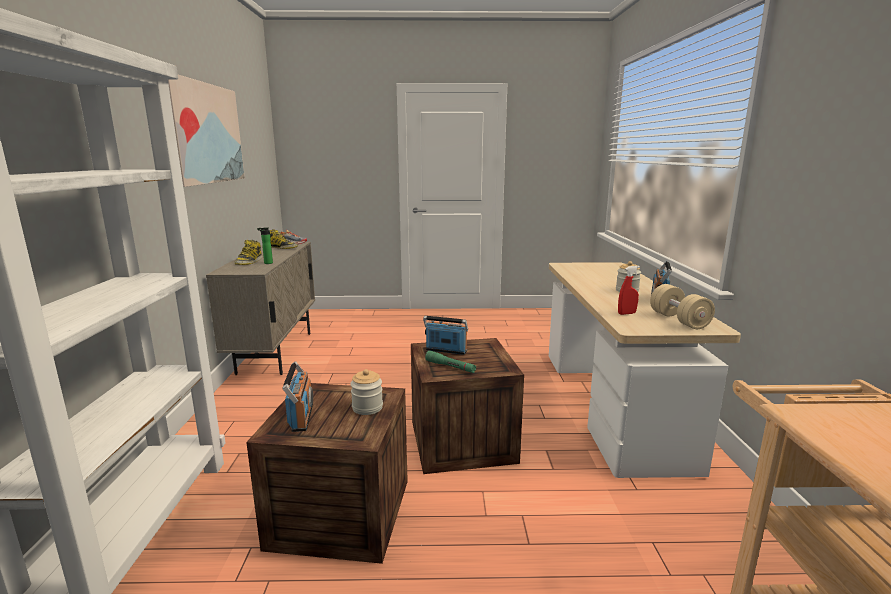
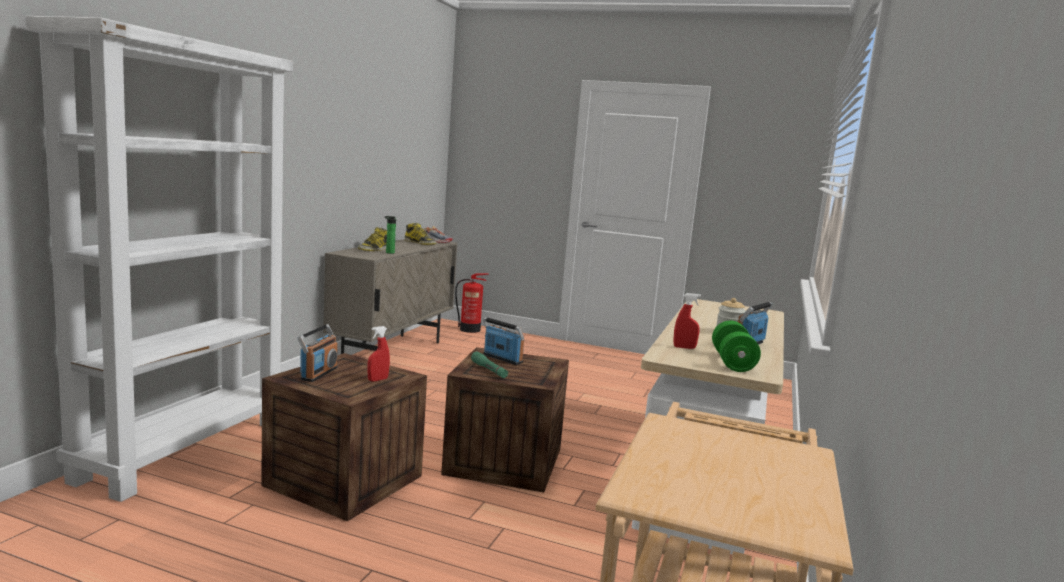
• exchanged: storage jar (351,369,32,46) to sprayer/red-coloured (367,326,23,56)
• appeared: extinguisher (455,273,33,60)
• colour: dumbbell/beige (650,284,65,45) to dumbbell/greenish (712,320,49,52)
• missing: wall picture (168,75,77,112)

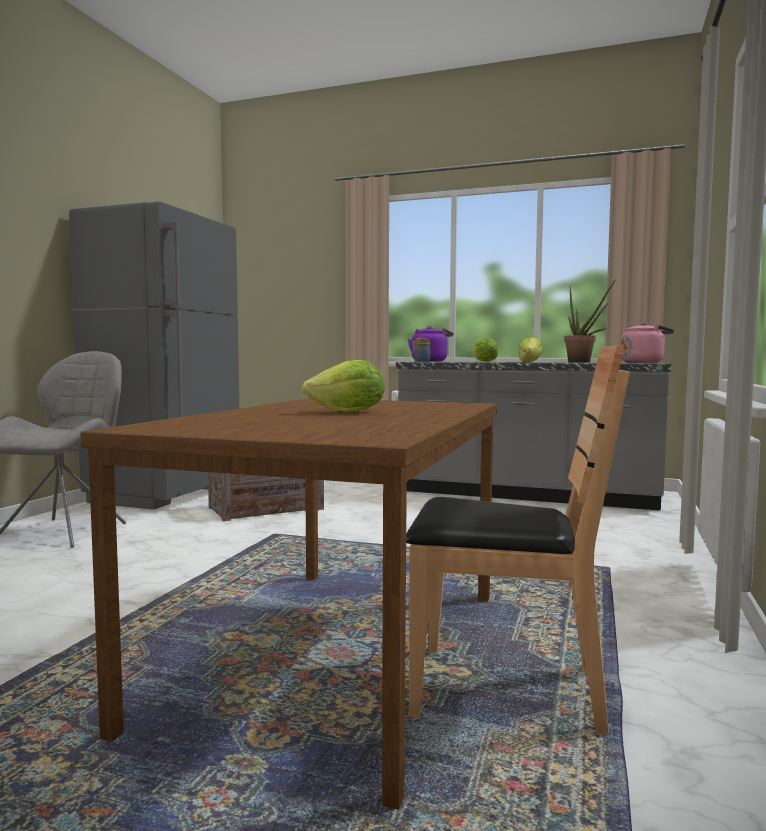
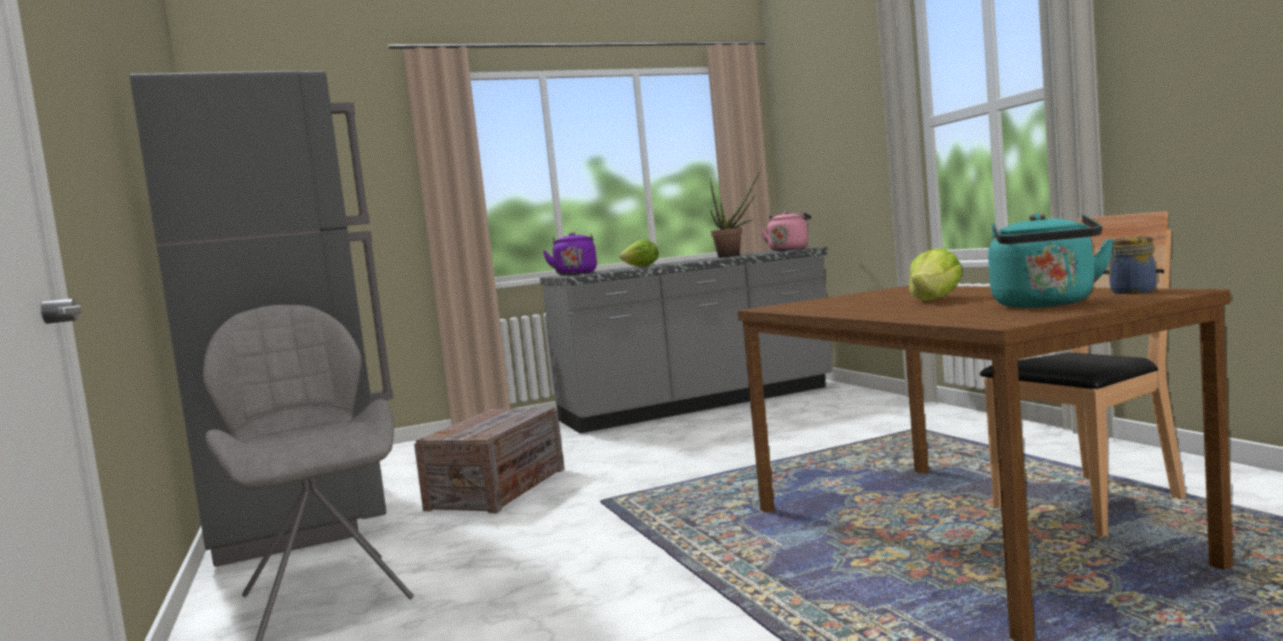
• appeared: water kettle/turquoise (988,213,126,95)
• relocated: storage jar (413,339,18,23) to (1106,236,50,58)
• missing: lettuce head (518,337,25,25)

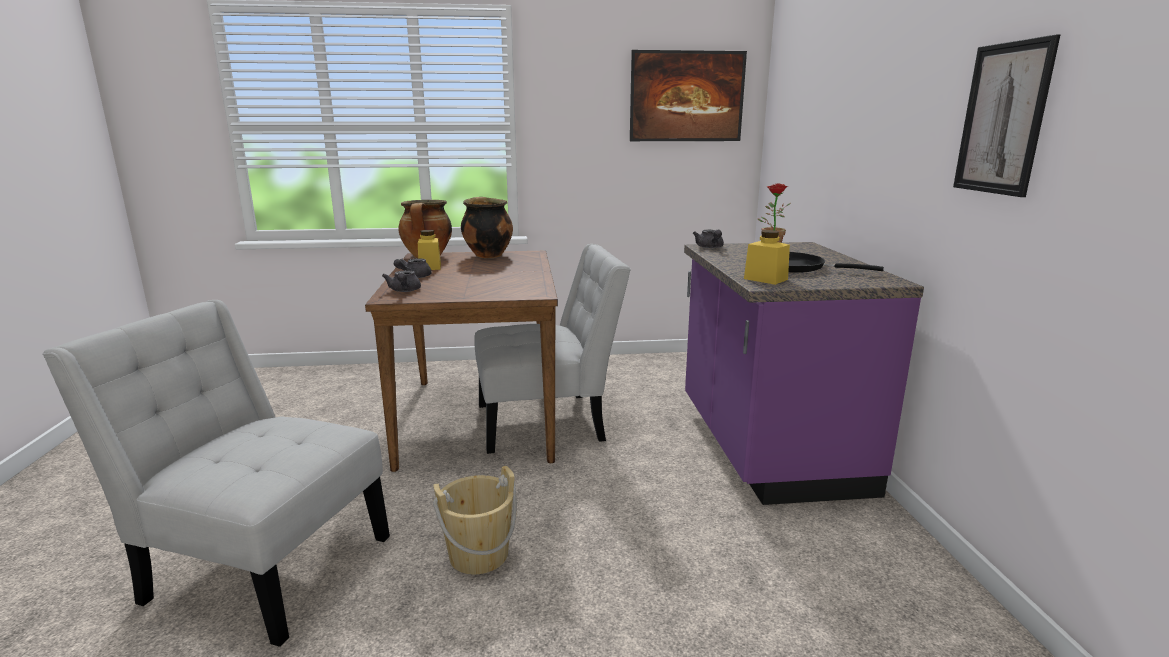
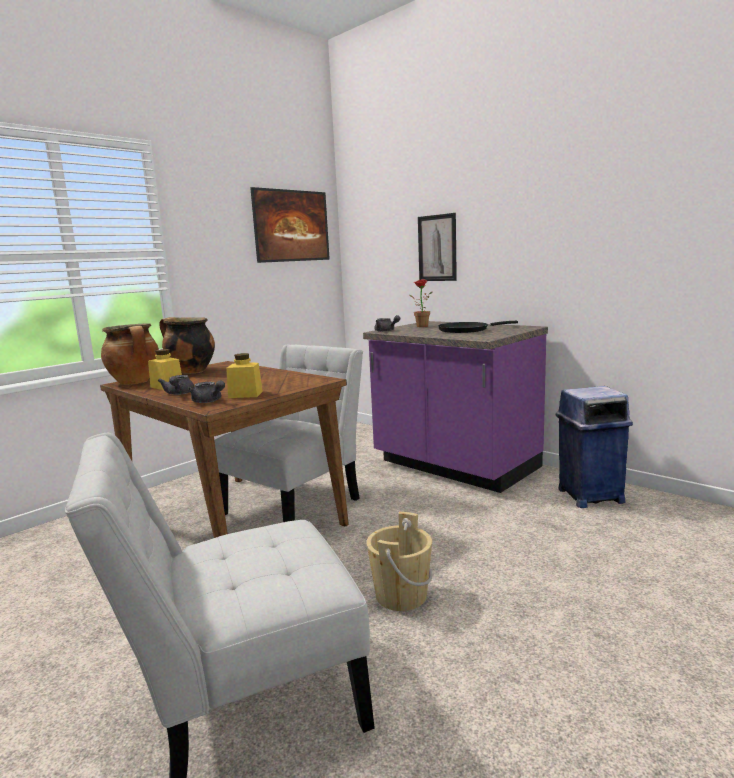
• relocated: storage jar/yellow (744,230,46,55) to (226,353,37,45)
• relocated: wall picture (953,34,107,163) to (418,213,39,68)
• appeared: waste bin/blue-coloured (556,386,77,122)

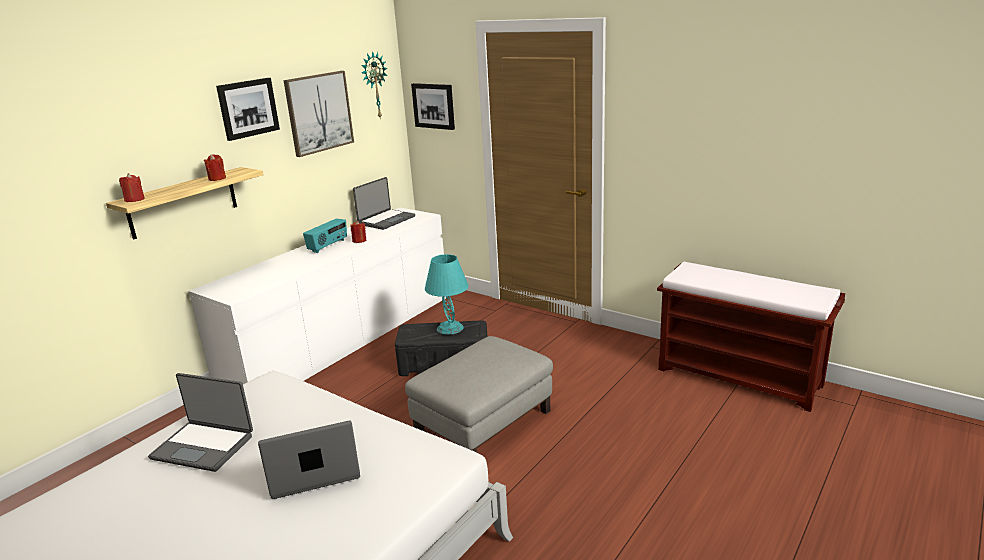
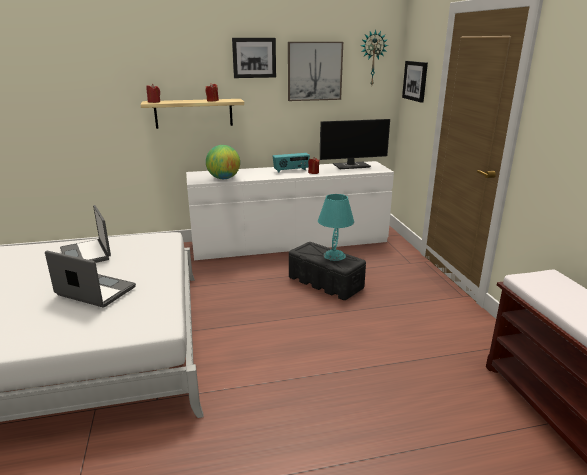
• appeared: world globe (206,145,34,34)
• exchanged: laptop (353,177,62,53) to monitor (320,119,70,50)
• missing: pouffe/greyish (405,336,148,117)

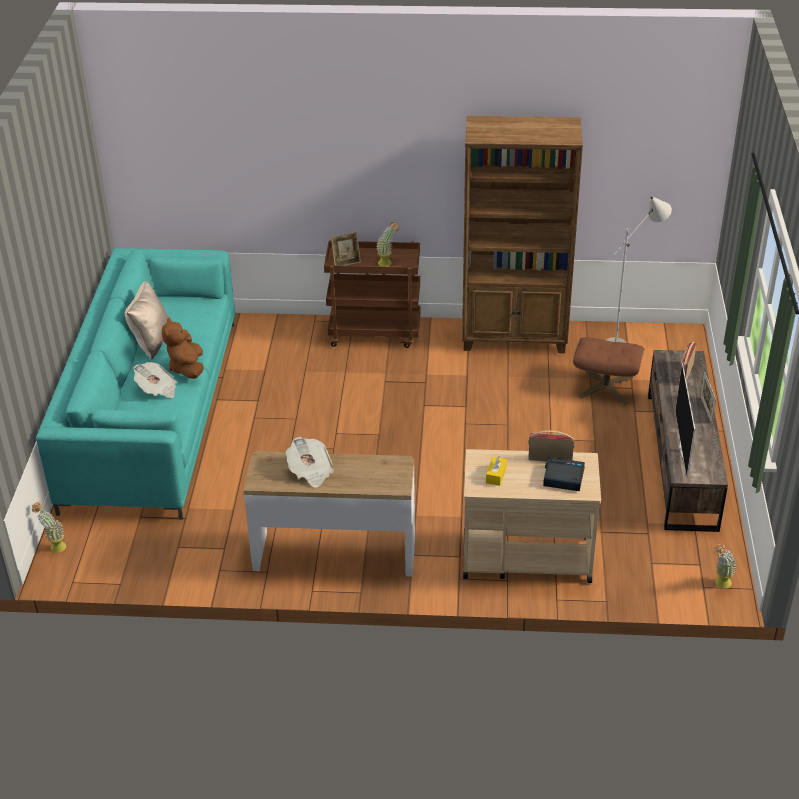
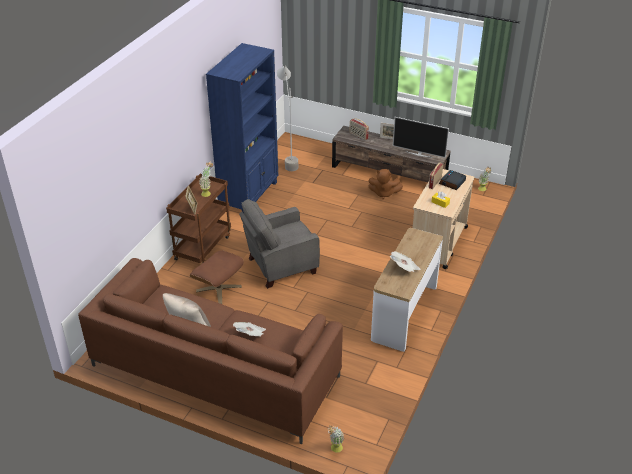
• colour: sofa/turquoise (36,248,200,272) to sofa/brown-coloured (78,258,265,186)
• relocated: pouffe/brown-coloured (573,337,72,68) to (190,250,54,54)
• colour: bookshelf/brown-coloured (462,116,121,237) to bookshelf/blue-coloured (206,43,72,170)
• appeared: easy chair/greyish (239,199,81,90)
• relocated: soft toy/brown-coloured (162,318,42,61) to (368,169,35,30)

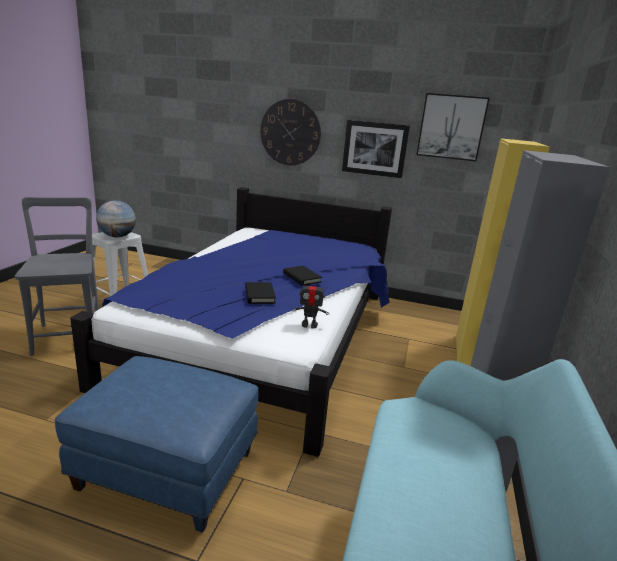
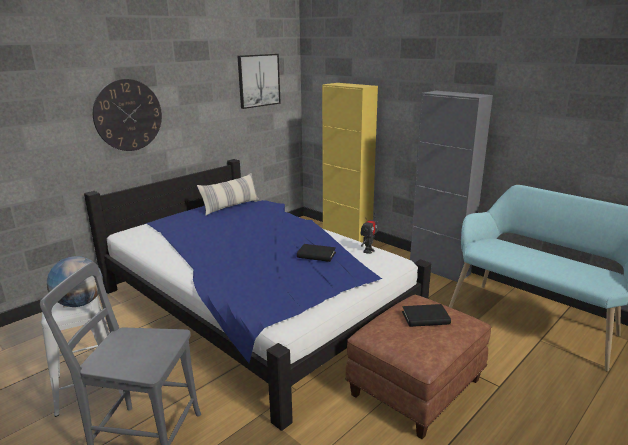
• appeared: throw pillow (197,173,62,43)
• colour: pouffe/blue-coloured (55,356,203,177) to pouffe/brown-coloured (345,295,146,144)
• relocated: volume/black-coloured (283,266,39,20) to (402,304,49,23)
• missing: wall picture (342,120,68,58)

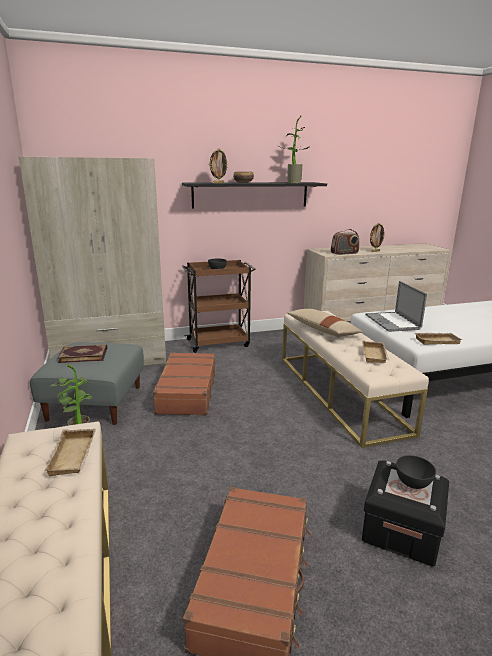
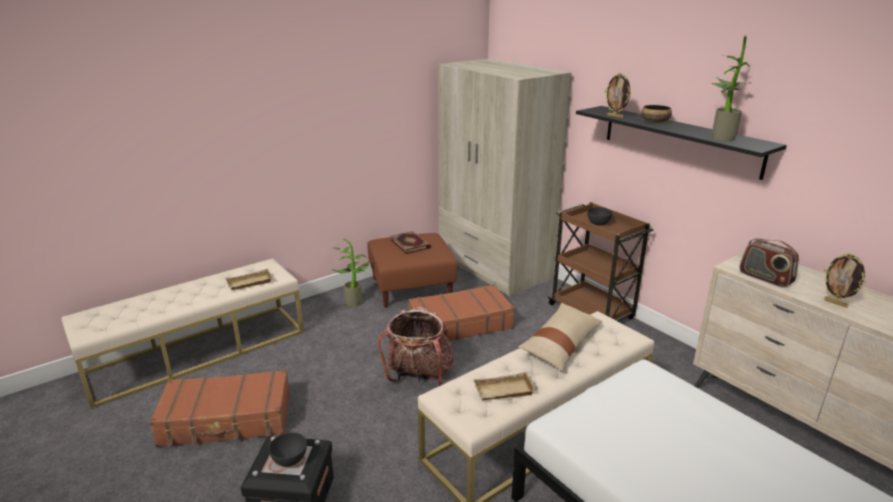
• colour: pouffe/greyish (30,342,114,83) to pouffe/brown-coloured (367,233,90,75)
• appeared: backpack (378,306,75,80)
• missing: laptop (365,281,62,51)
• missing: carrying tray/beige (414,333,48,12)

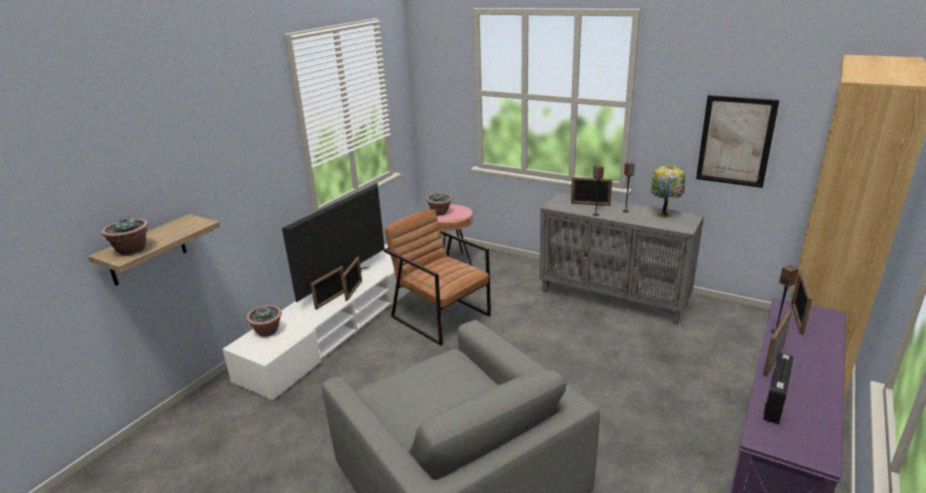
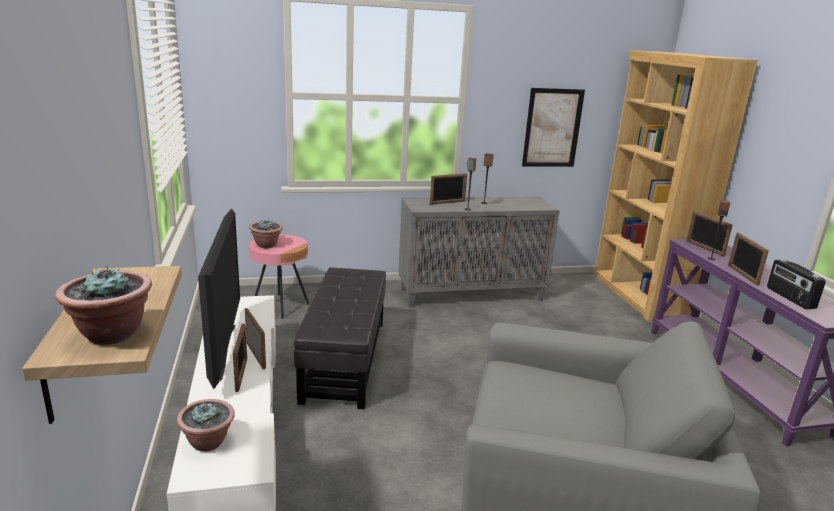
• exchanged: easy chair/brown-coloured (384,209,107,136) to pouffe/black-coloured (294,268,92,141)
• missing: table lamp (651,165,34,53)

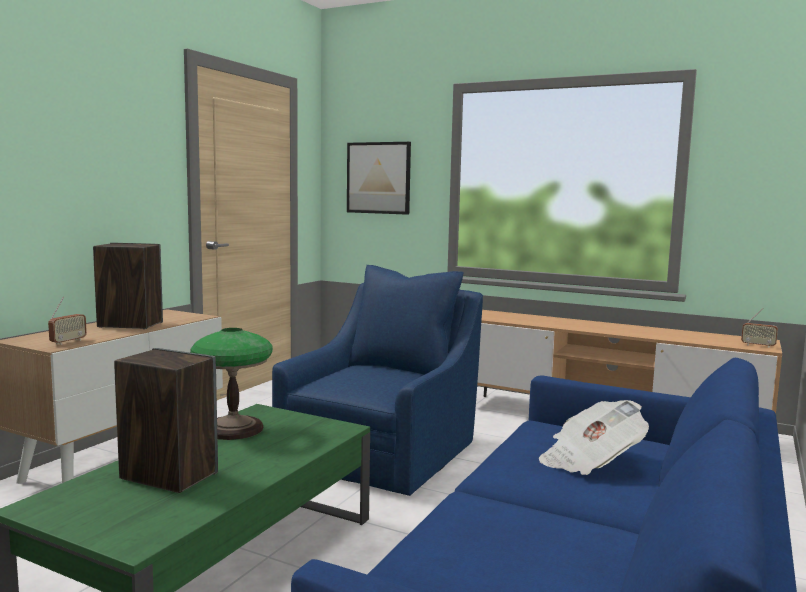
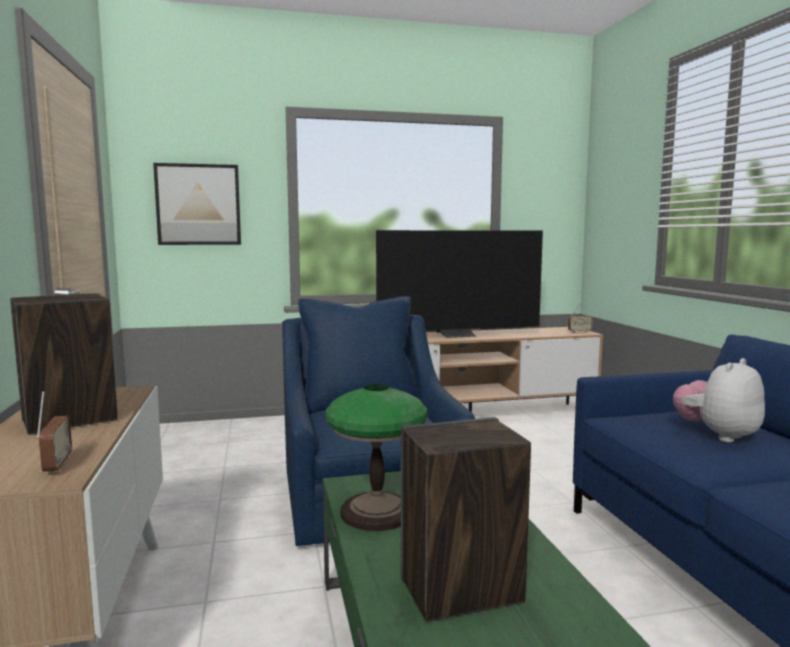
• appeared: television (376,230,167,108)
• exchanged: printed paper (539,400,110,75) to soft toy (673,358,92,85)

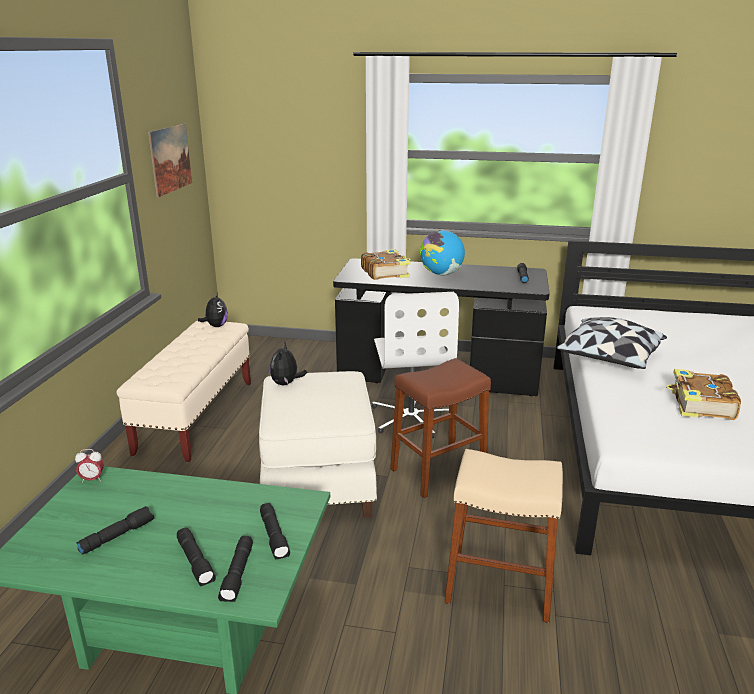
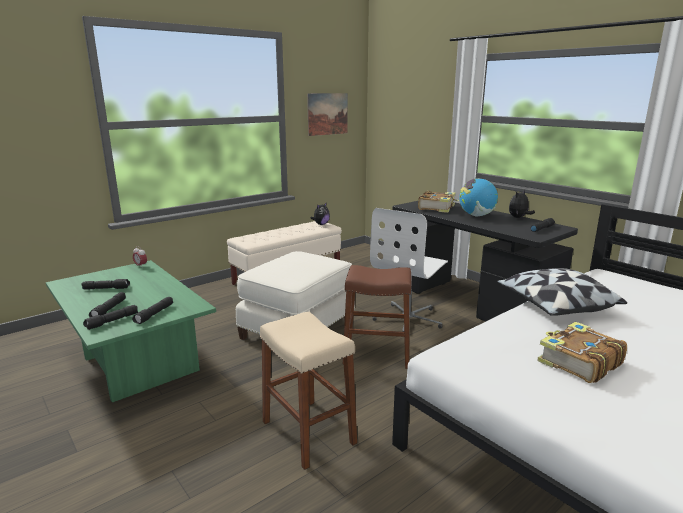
• relocated: soft toy (270,343,37,42) to (509,189,26,29)

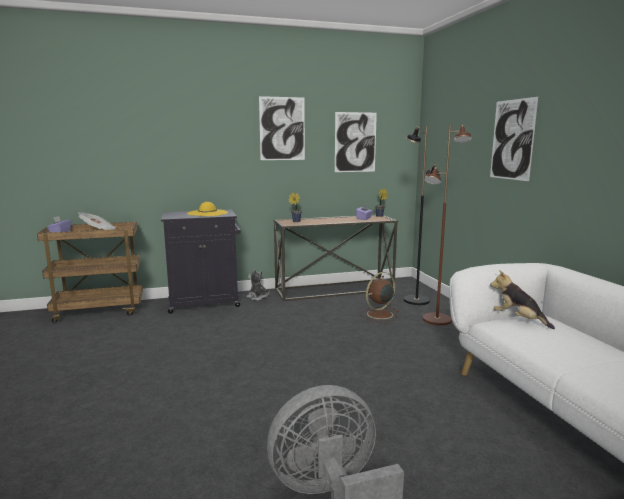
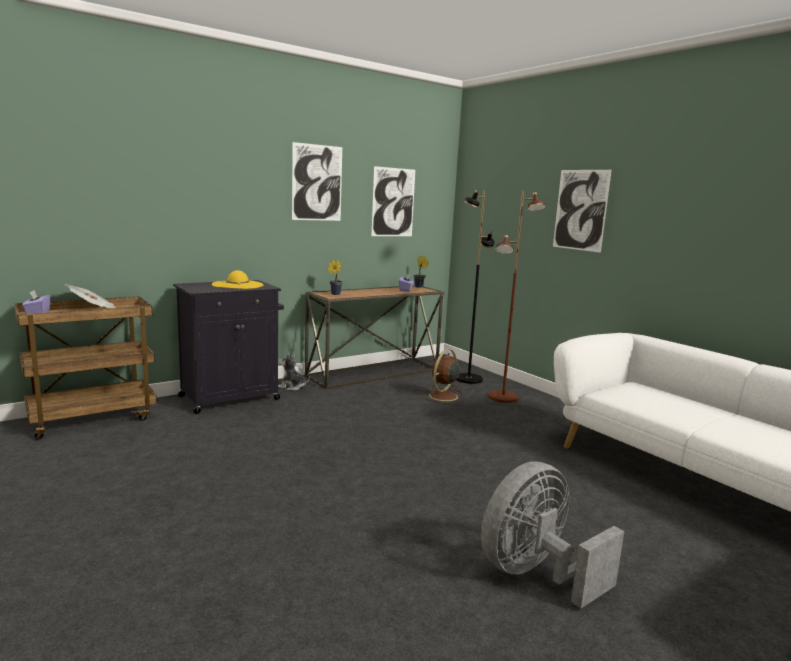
• missing: soft toy (491,270,64,59)

